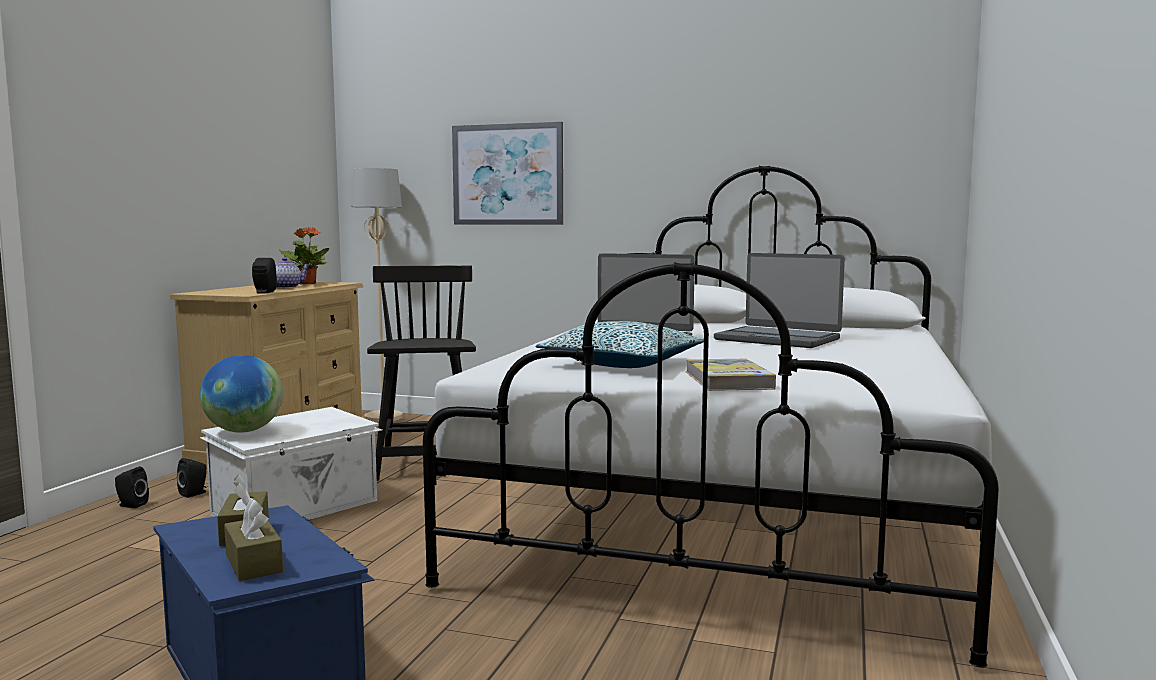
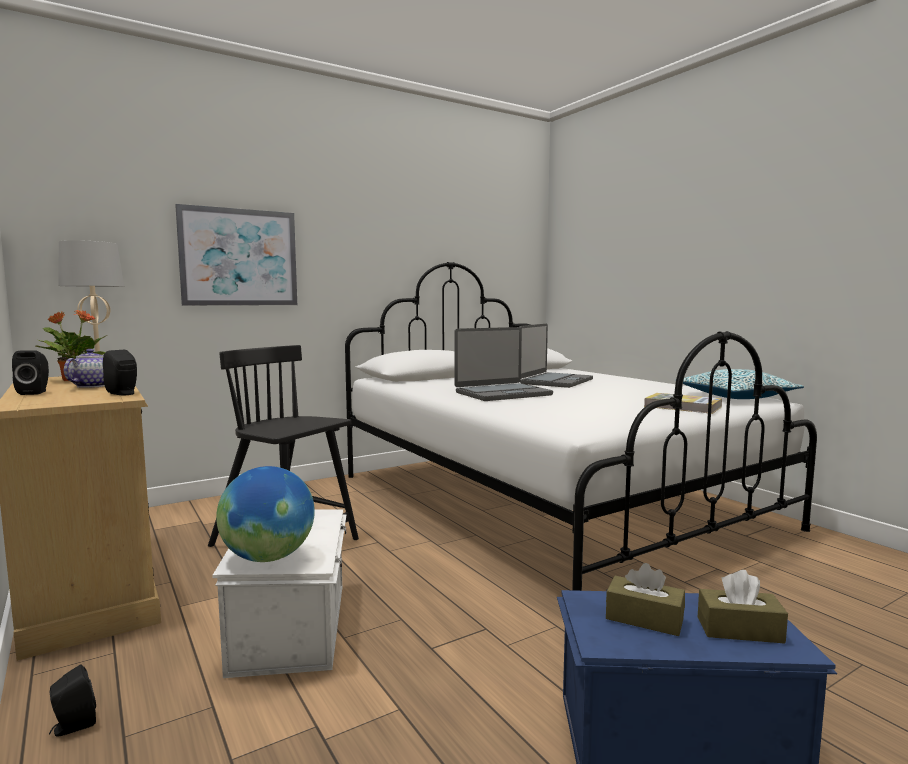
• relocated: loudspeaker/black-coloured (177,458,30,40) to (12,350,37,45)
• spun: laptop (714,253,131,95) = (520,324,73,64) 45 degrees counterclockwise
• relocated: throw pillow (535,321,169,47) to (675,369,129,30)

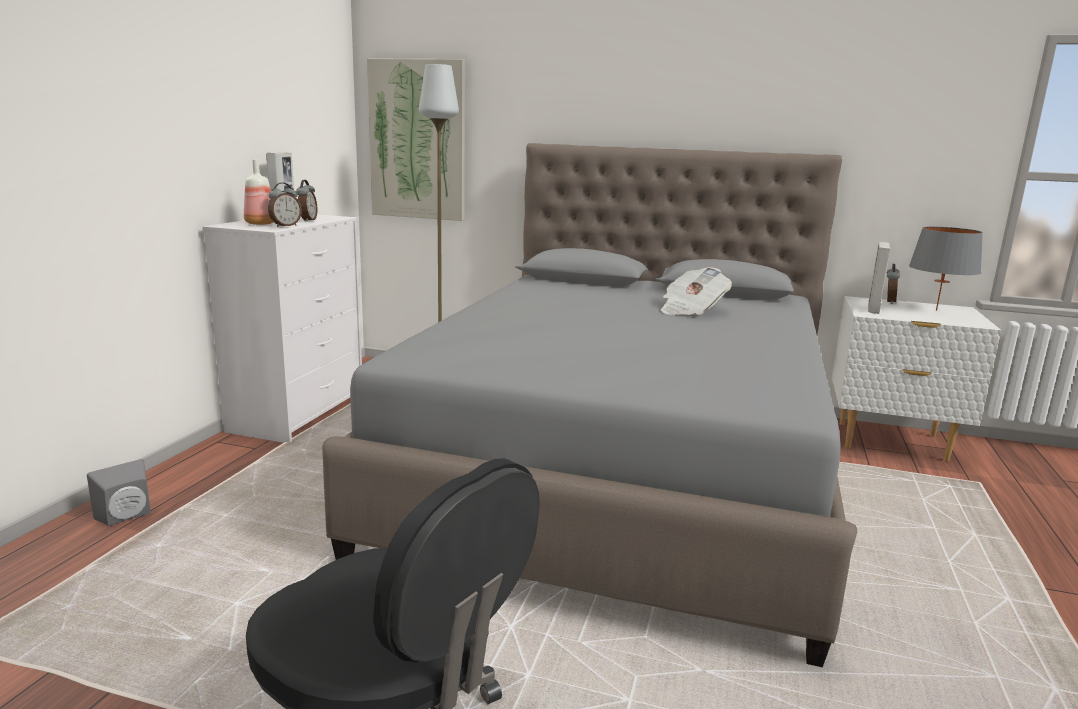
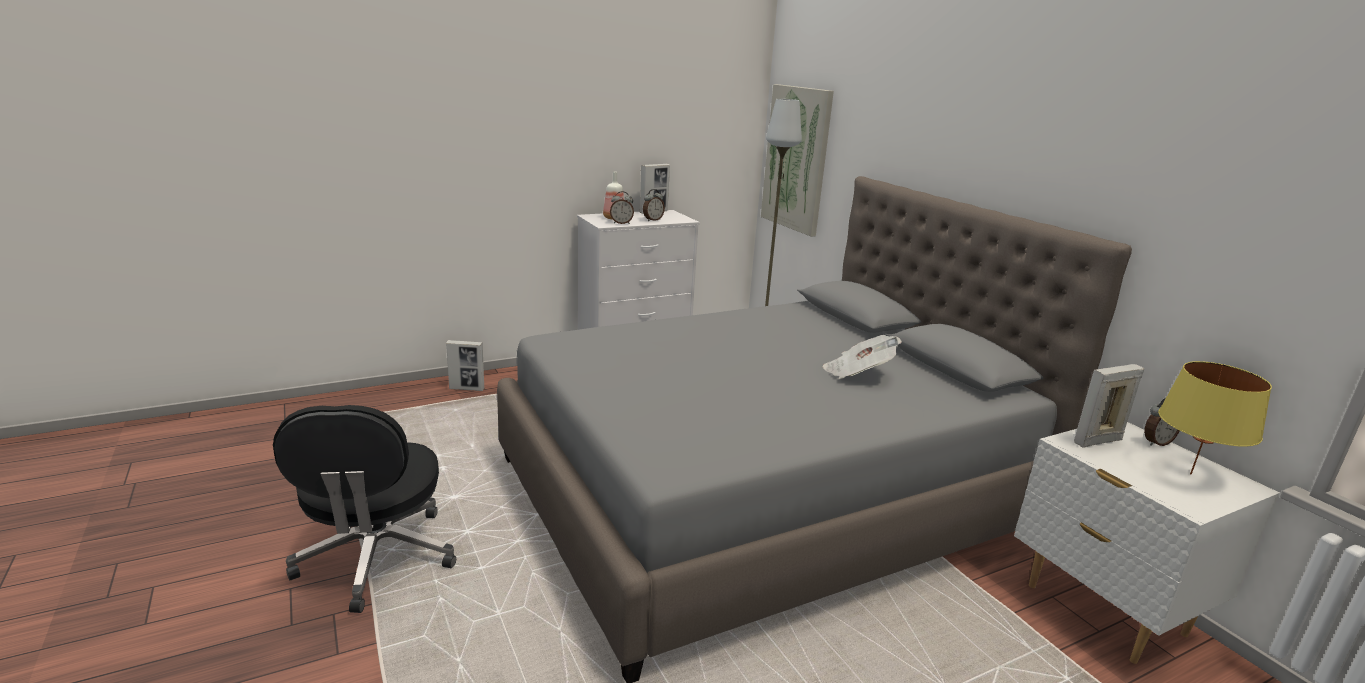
• exchanged: loudspeaker/greyish (87,459,64,67) to picture frame (446,340,38,51)
• colour: table lamp/greyish (909,227,74,84) to table lamp/yellow (1158,361,114,113)

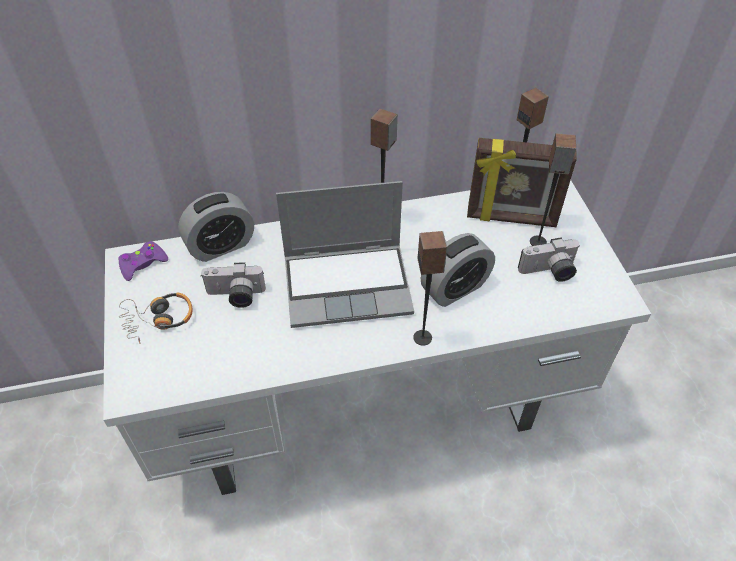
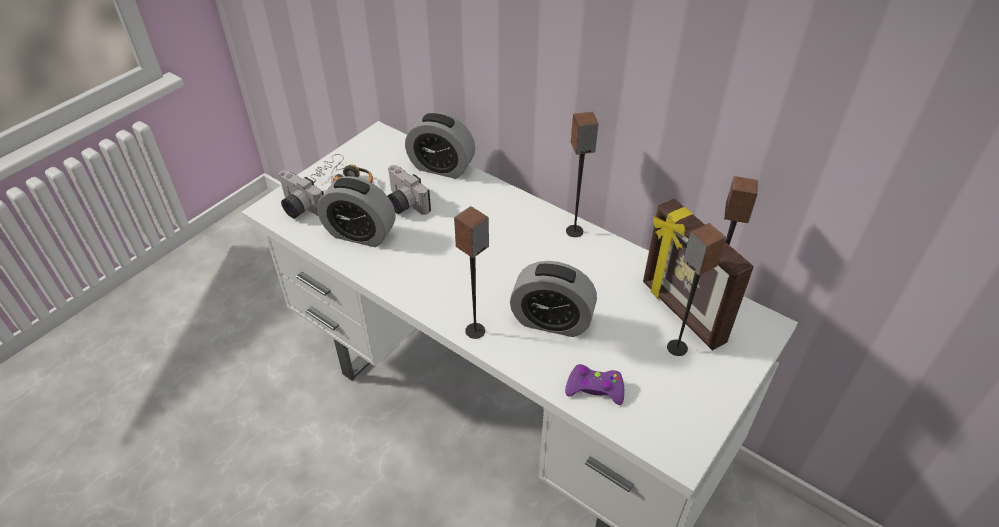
• relocated: photo camera (518,238,63,44) to (278,170,46,48)
• appeared: alarm clock (317,176,79,71)
• relocated: joypad/purplish (118,241,50,40) to (565,364,59,41)
• missing: laptop (276,181,138,147)

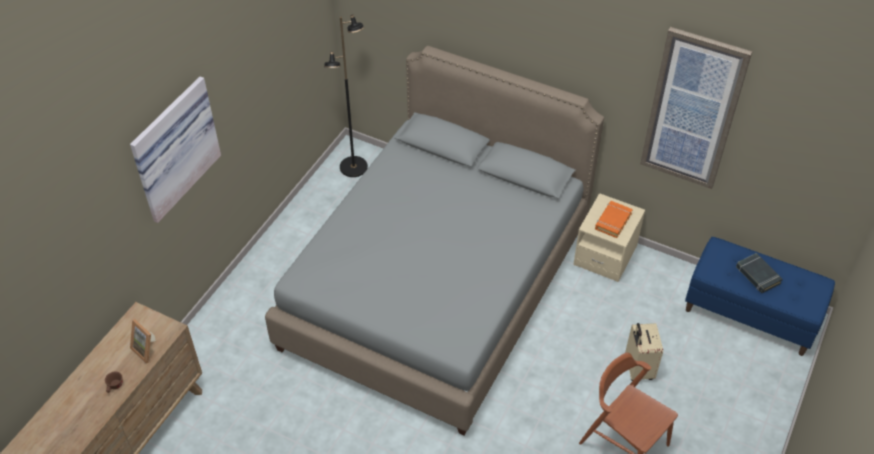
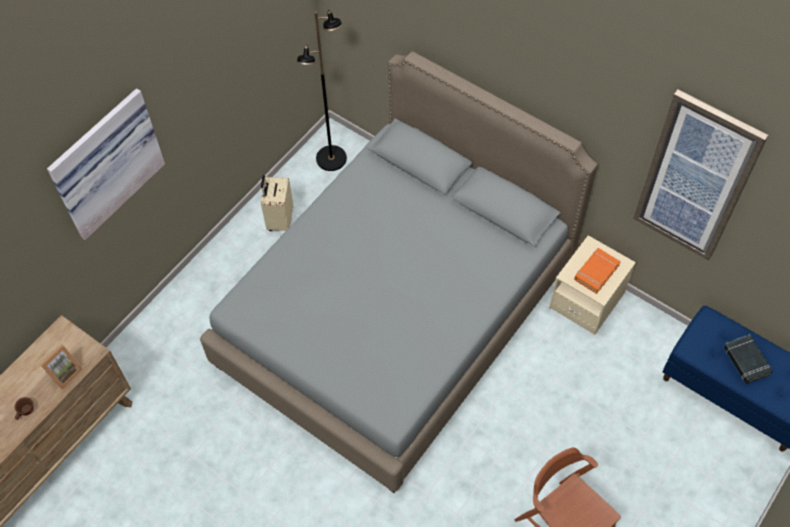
• spun: picture frame (130,319,26,45) = (41,344,42,46) 105 degrees counterclockwise
• relocated: travel case/beige (625,323,38,58) to (261,175,32,57)

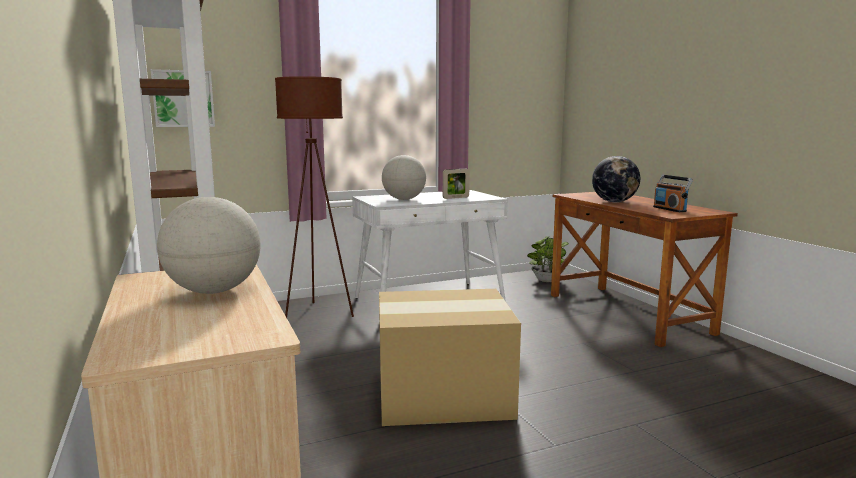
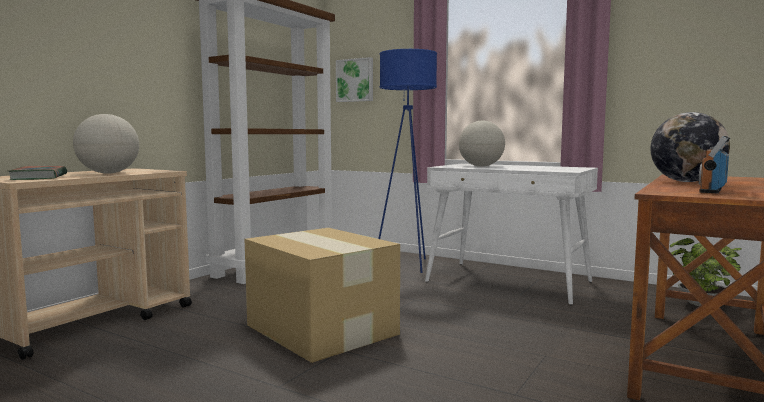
• appeared: volume (8,166,59,14)
• colour: standard lamp/brown-coloured (275,76,79,242) to standard lamp/blue-coloured (378,49,59,224)
• missing: picture frame (443,169,27,30)

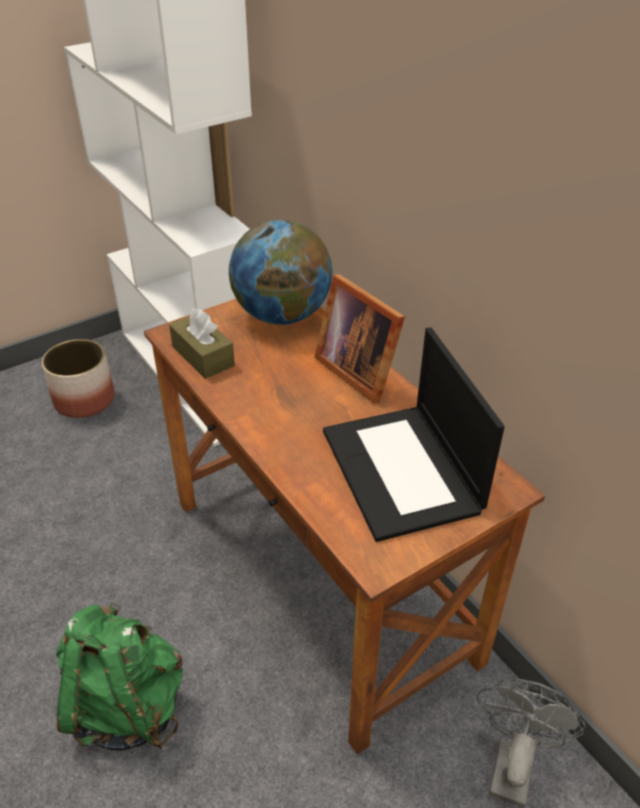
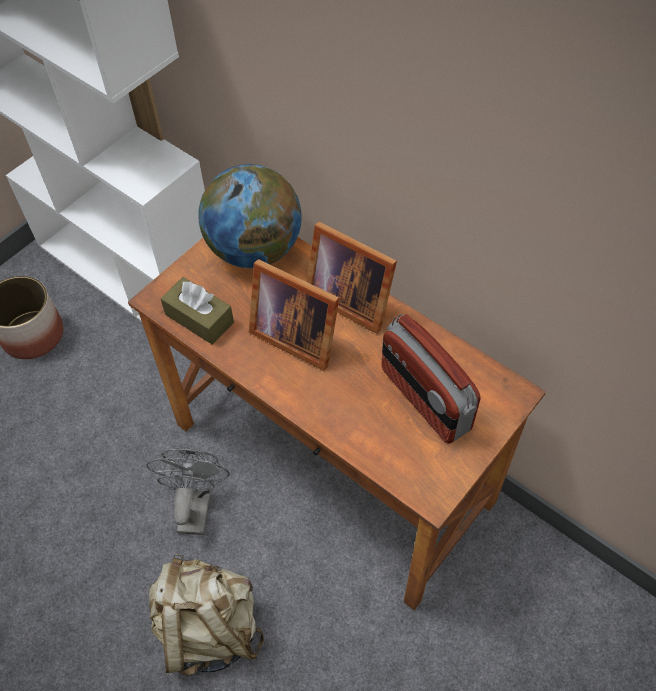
• relocated: cooling fan/greyish (477,678,109,129) to (146,448,83,87)
• colour: backpack/greenish (56,602,127,148) to backpack/beige (149,554,116,122)
• appeared: picture frame (249,259,90,112)
• exchanged: laptop (323,327,181,215) to radio receiver (381,314,100,130)

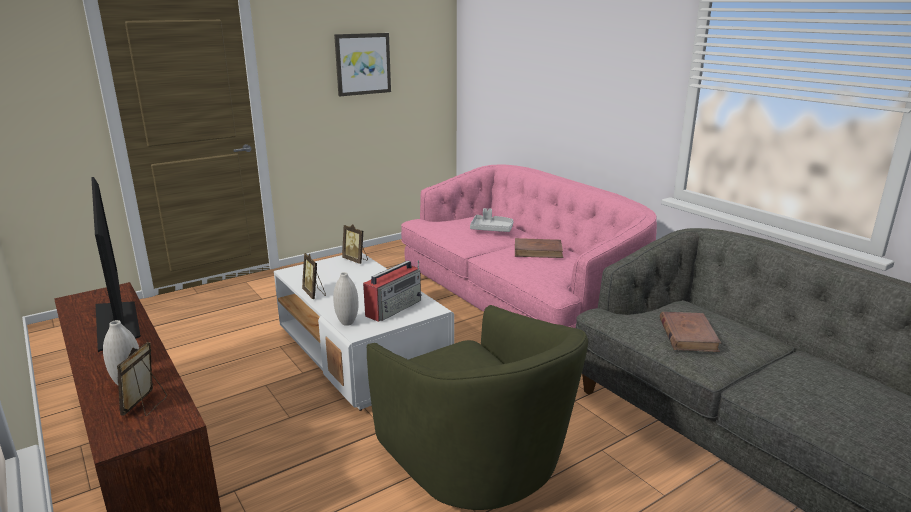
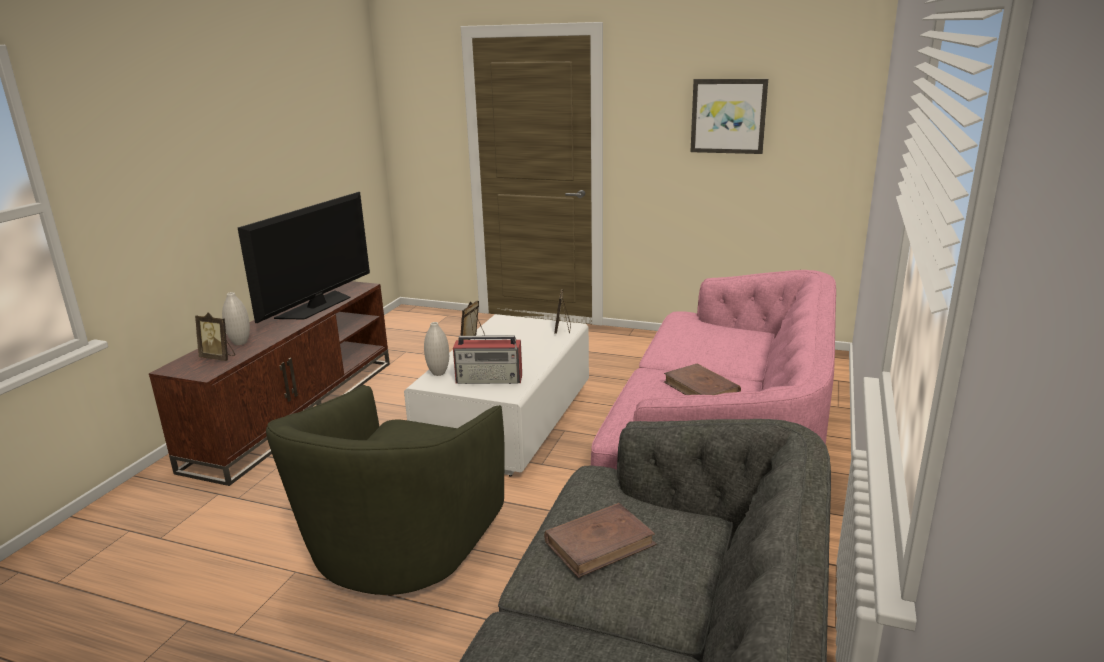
• spun: picture frame (117,342,50,74) = (195,312,40,49) 135 degrees counterclockwise
• missing: carrying tray/greyish (470,208,43,24)

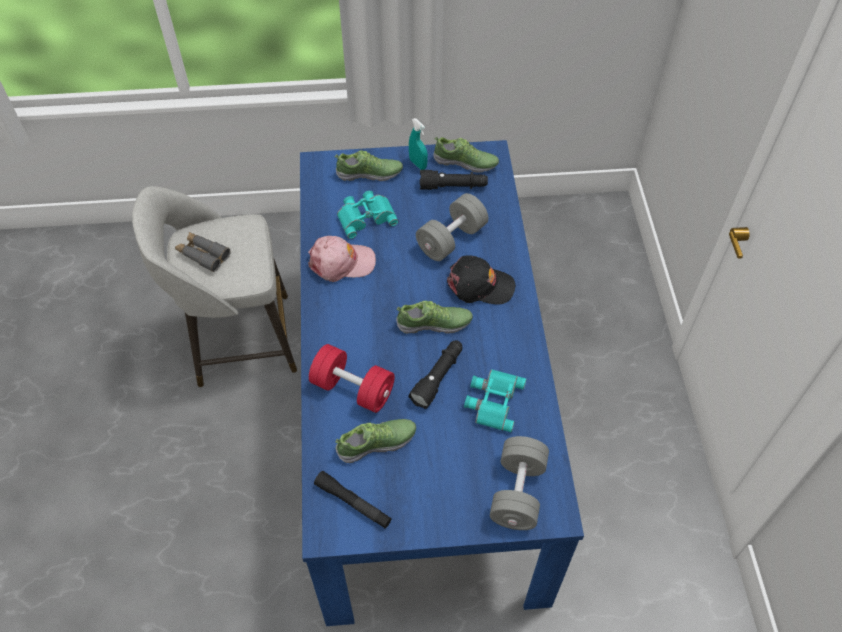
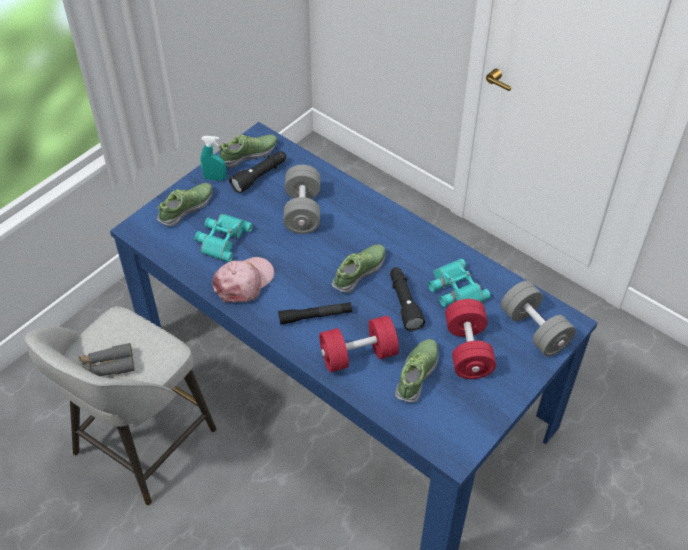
• relocated: flashlight/black-coloured (314,471,78,57) to (278,302,74,23)
• appeared: dumbbell/red-coloured (445,299,51,80)
• missing: cap/black-coloured (447,255,69,49)

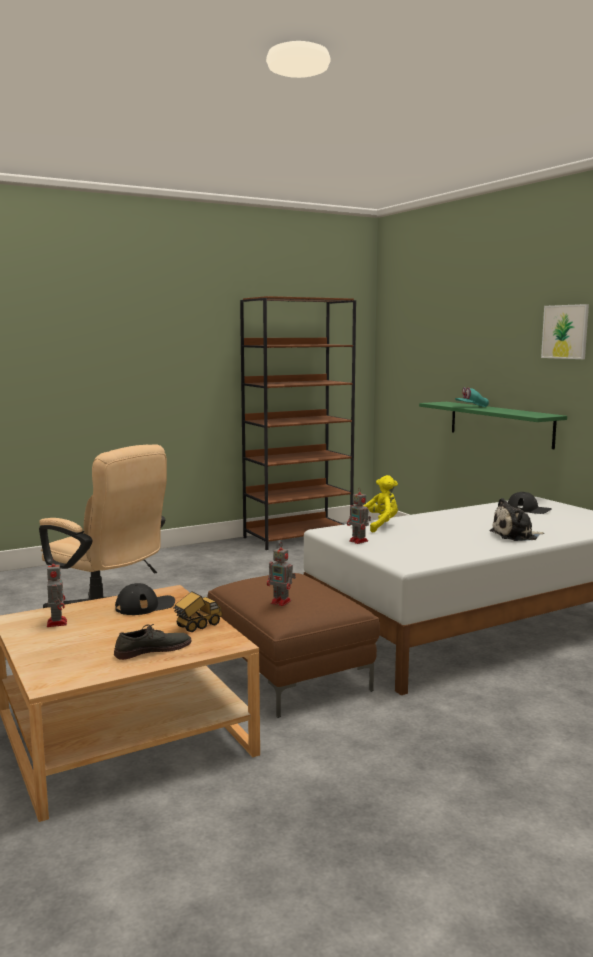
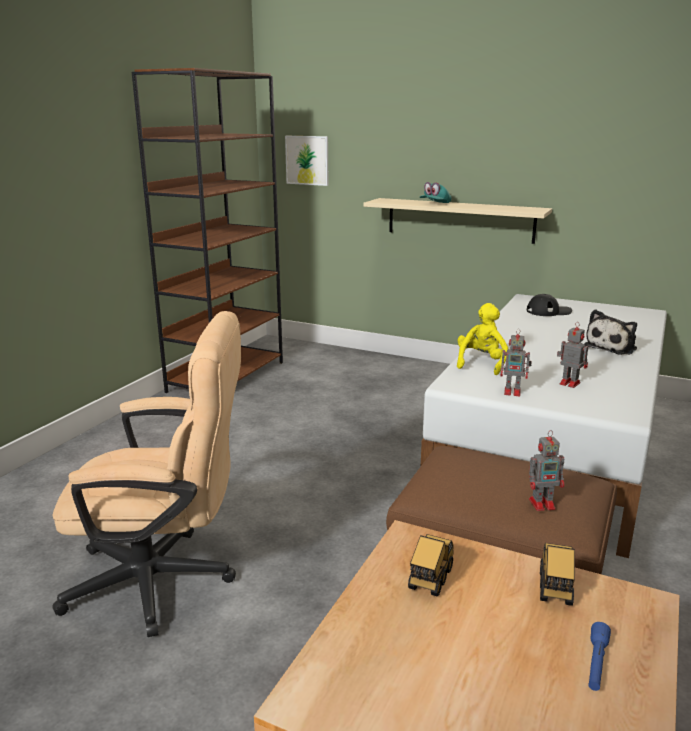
• relocated: wall picture (541,304,48,55) to (285,136,43,50)
• colour: wall shelf/greenish (419,402,148,47) to wall shelf/beige (363,198,189,46)
• exchanged: cap/black-coloured (115,583,60,32) to toy lorry (408,534,46,63)
• relocated: robot figure (47,561,20,66) to (557,322,31,66)
• exchanged: shoe/greyish (114,624,77,36) to flashlight/blue-coloured (589,622,22,69)

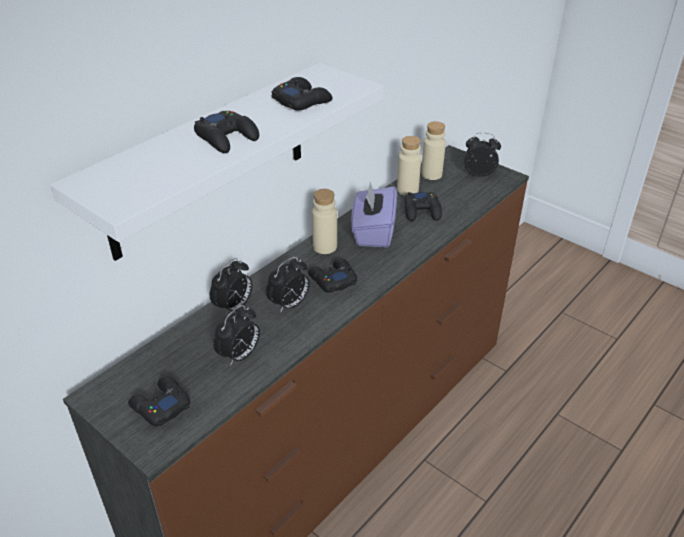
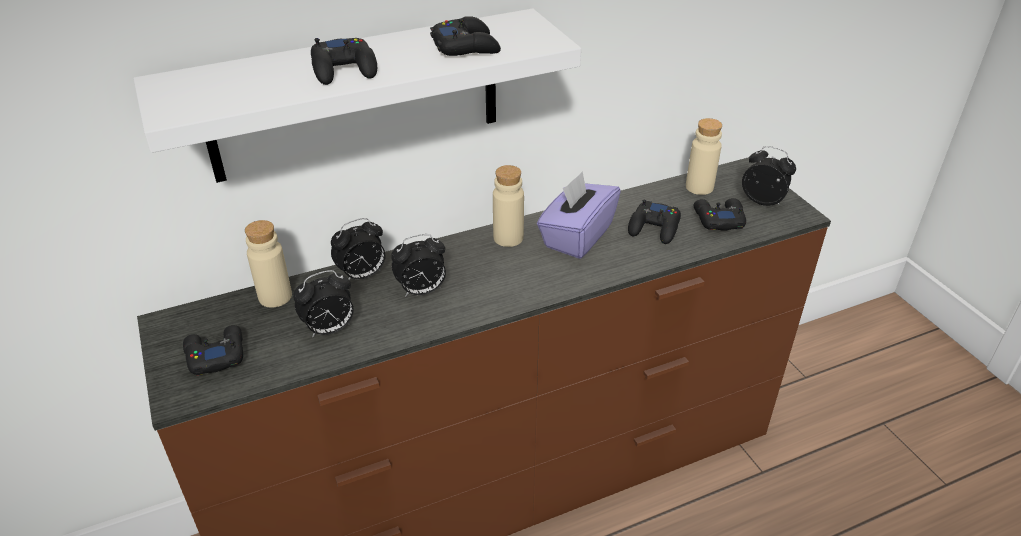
• relocated: drink bottle/beige (397,136,24,60) to (245,220,47,88)
• relocated: joypad/black-coloured (308,258,49,35) to (694,198,52,33)

